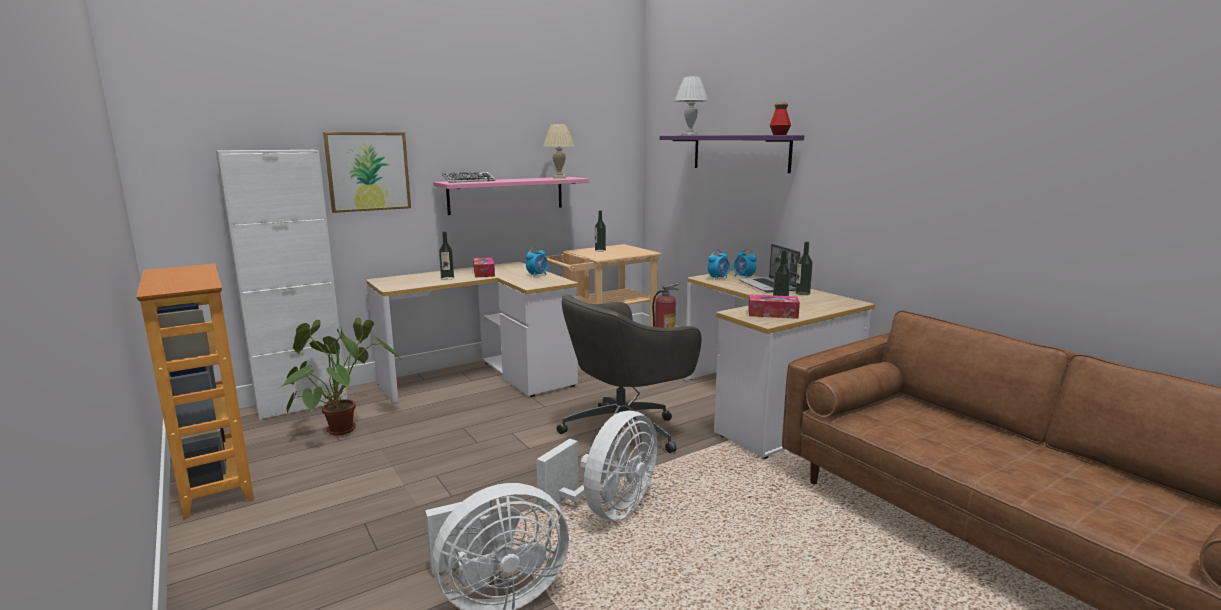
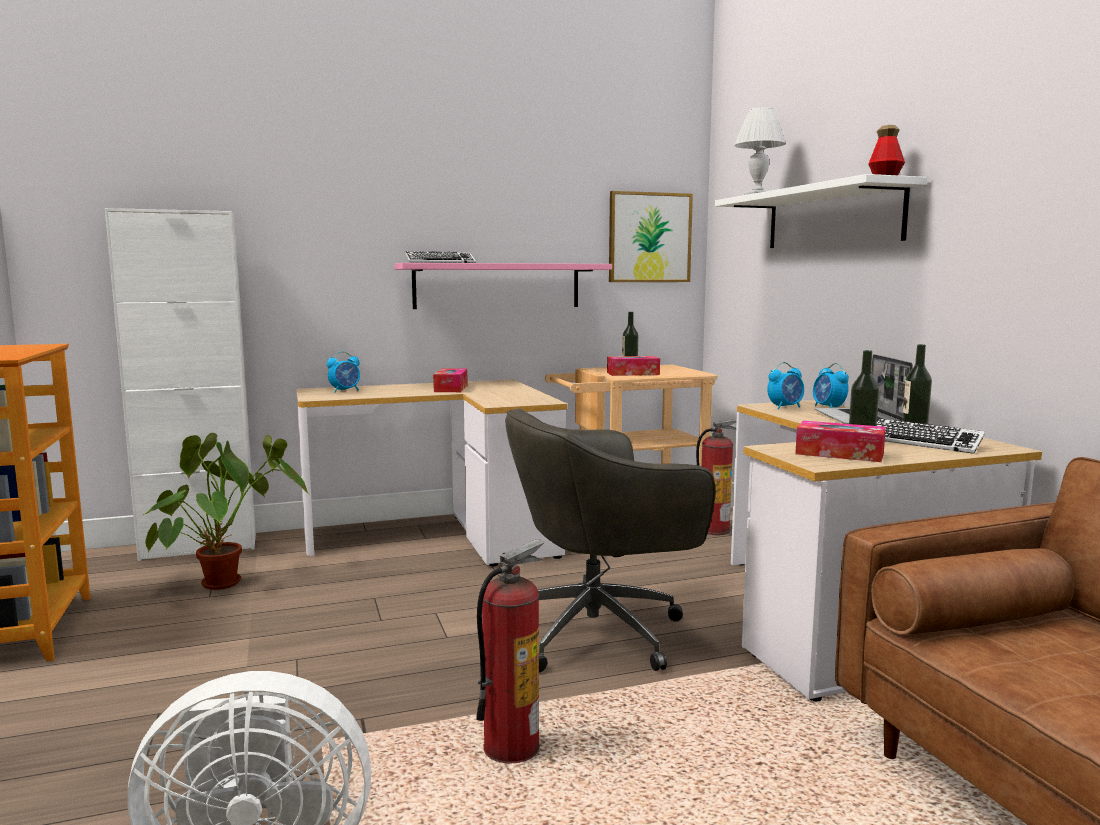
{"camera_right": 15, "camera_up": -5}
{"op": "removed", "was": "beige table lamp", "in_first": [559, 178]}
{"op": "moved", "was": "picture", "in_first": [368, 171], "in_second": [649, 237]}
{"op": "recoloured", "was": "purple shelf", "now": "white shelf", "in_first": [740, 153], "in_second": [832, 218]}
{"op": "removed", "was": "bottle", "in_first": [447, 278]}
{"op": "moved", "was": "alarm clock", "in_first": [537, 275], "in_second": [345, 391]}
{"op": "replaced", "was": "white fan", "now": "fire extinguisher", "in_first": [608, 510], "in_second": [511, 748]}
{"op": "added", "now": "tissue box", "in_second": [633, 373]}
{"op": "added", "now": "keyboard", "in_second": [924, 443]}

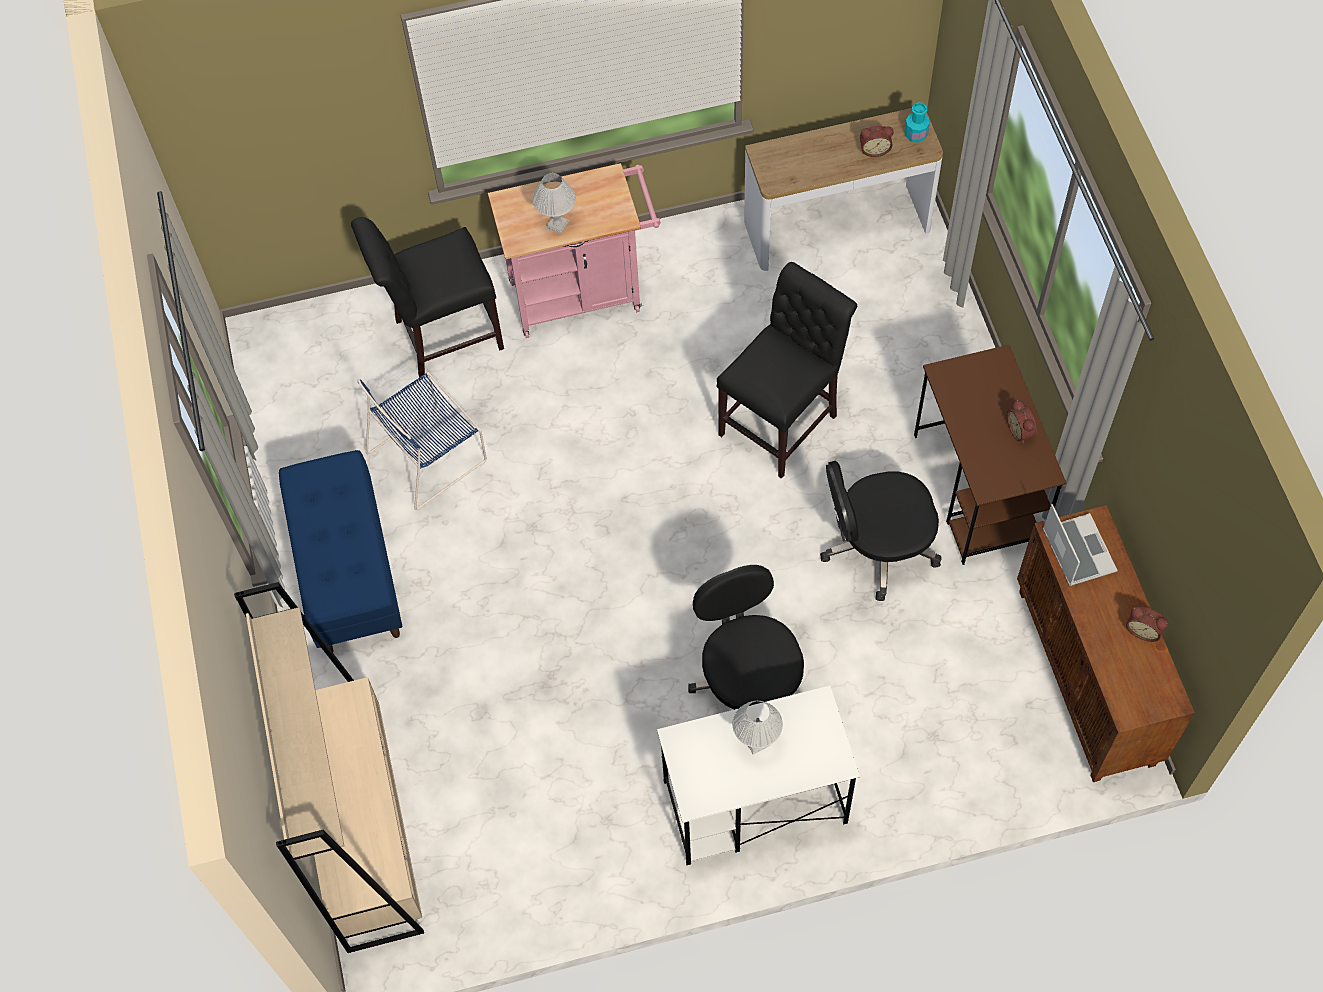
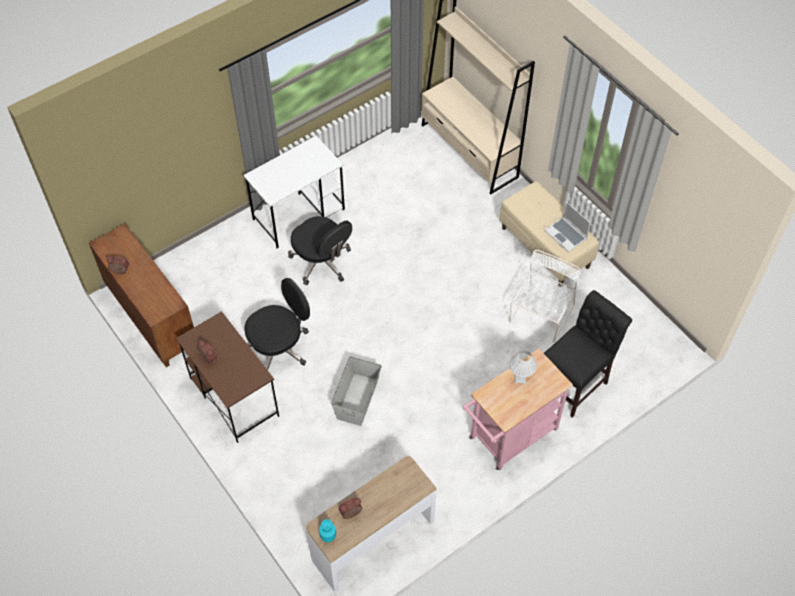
{"camera_right": 155, "camera_up": -5}
{"op": "replaced", "was": "black chair", "now": "grey storage box", "in_first": [783, 421], "in_second": [357, 399]}
{"op": "recoloured", "was": "blue chair", "now": "white chair", "in_first": [430, 455], "in_second": [540, 315]}
{"op": "recoloured", "was": "blue bench", "now": "beige bench", "in_first": [347, 571], "in_second": [545, 247]}
{"op": "moved", "was": "laptop", "in_first": [1077, 550], "in_second": [566, 235]}
{"op": "removed", "was": "white table lamp", "in_first": [756, 741]}

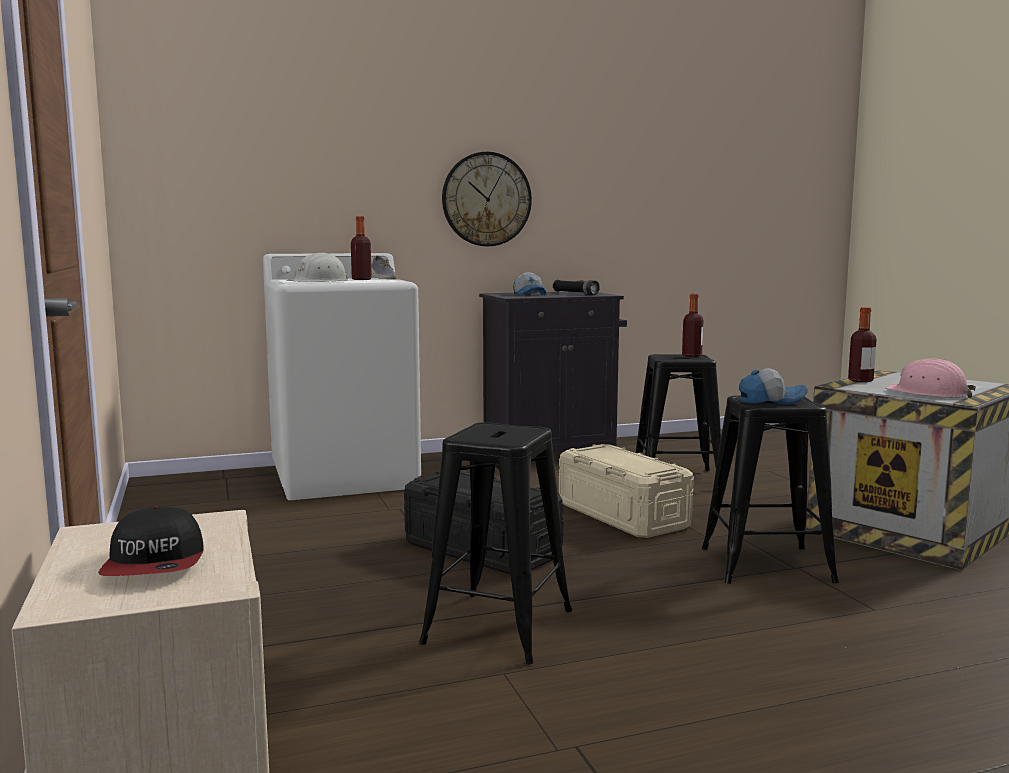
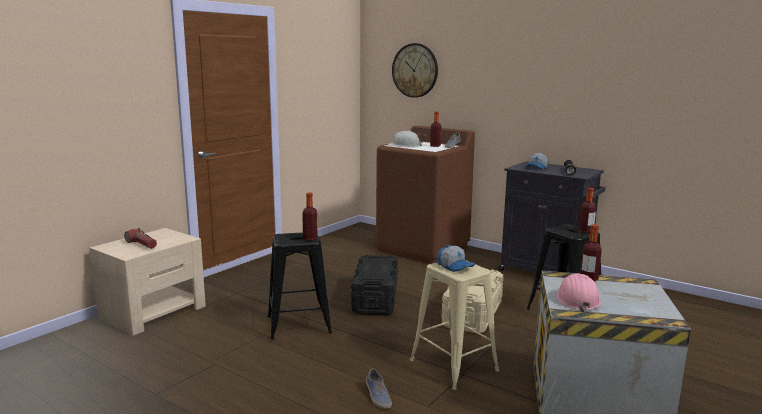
{"camera_right": 55, "camera_up": 5}
{"op": "moved", "was": "wall clock", "in_first": [486, 199], "in_second": [415, 70]}
{"op": "recoloured", "was": "white washing machine", "now": "brown washing machine", "in_first": [345, 477], "in_second": [423, 248]}
{"op": "recoloured", "was": "black stool", "now": "beige stool", "in_first": [765, 565], "in_second": [453, 365]}
{"op": "replaced", "was": "cap", "now": "flashlight", "in_first": [155, 563], "in_second": [141, 244]}
{"op": "added", "now": "bottle", "in_second": [310, 238]}
{"op": "added", "now": "shoe", "in_second": [377, 396]}

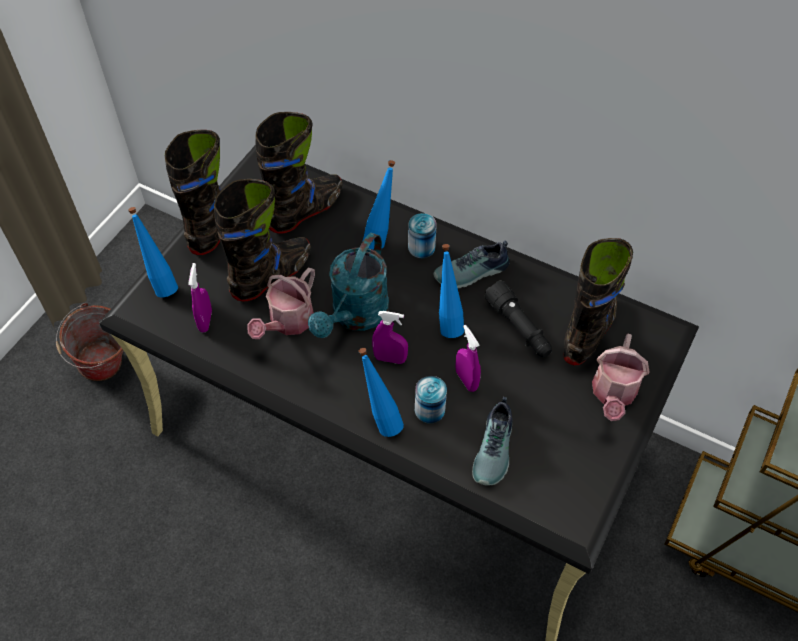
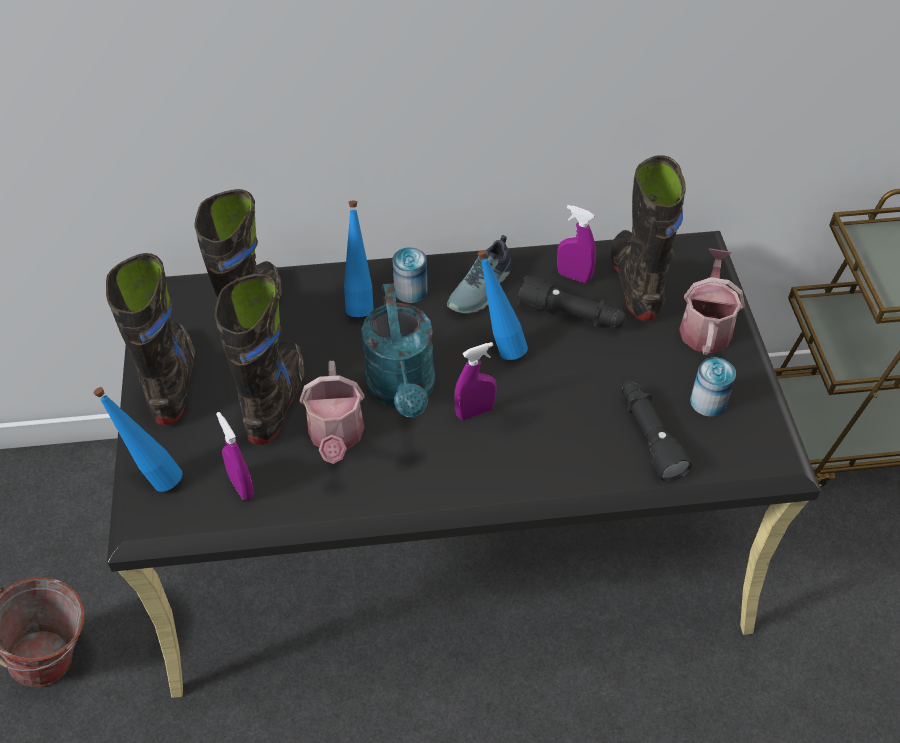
{"camera_right": -35, "camera_up": -5}
{"op": "moved", "was": "purple spray bottle", "in_first": [466, 380], "in_second": [573, 276]}
{"op": "turned", "was": "watering can", "in_first": [613, 394], "in_second": [706, 326], "clockwise": -150}
{"op": "removed", "was": "blue bottle", "in_first": [380, 419]}
{"op": "moved", "was": "can", "in_first": [429, 410], "in_second": [708, 402]}
{"op": "replaced", "was": "shoe", "now": "black flashlight", "in_first": [495, 449], "in_second": [649, 436]}

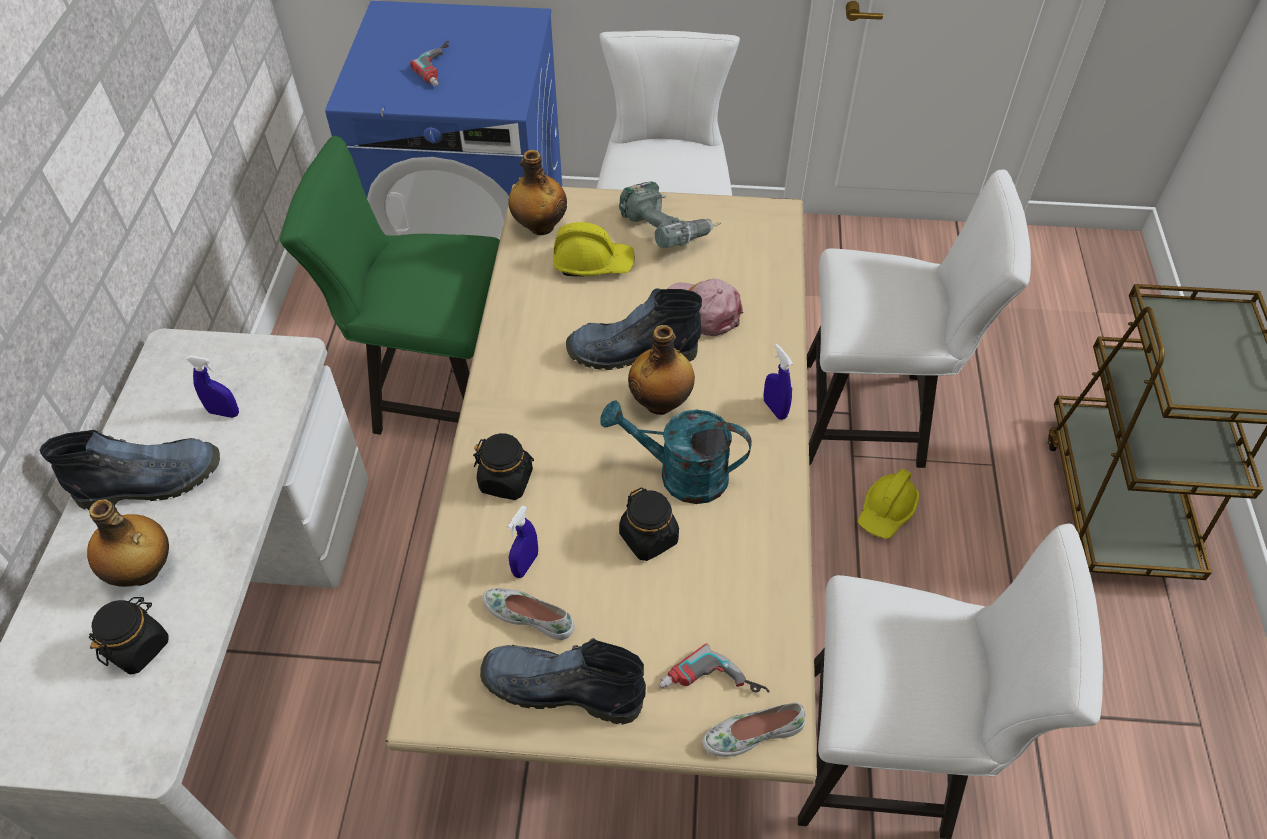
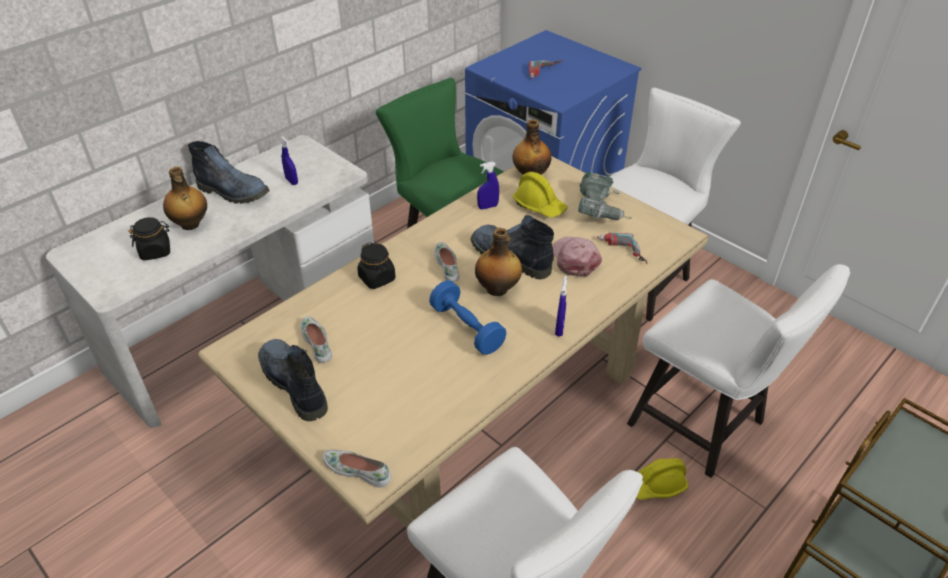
{"camera_right": 40, "camera_up": -10}
{"op": "replaced", "was": "turquoise watering can", "now": "blue dumbbell", "in_first": [680, 475], "in_second": [467, 328]}
{"op": "removed", "was": "black jar", "in_first": [649, 538]}
{"op": "moved", "was": "blue spray bottle", "in_first": [525, 564], "in_second": [488, 207]}
{"op": "moved", "was": "power drill", "in_first": [711, 690], "in_second": [620, 252]}
{"op": "added", "now": "white shoe", "in_second": [447, 265]}

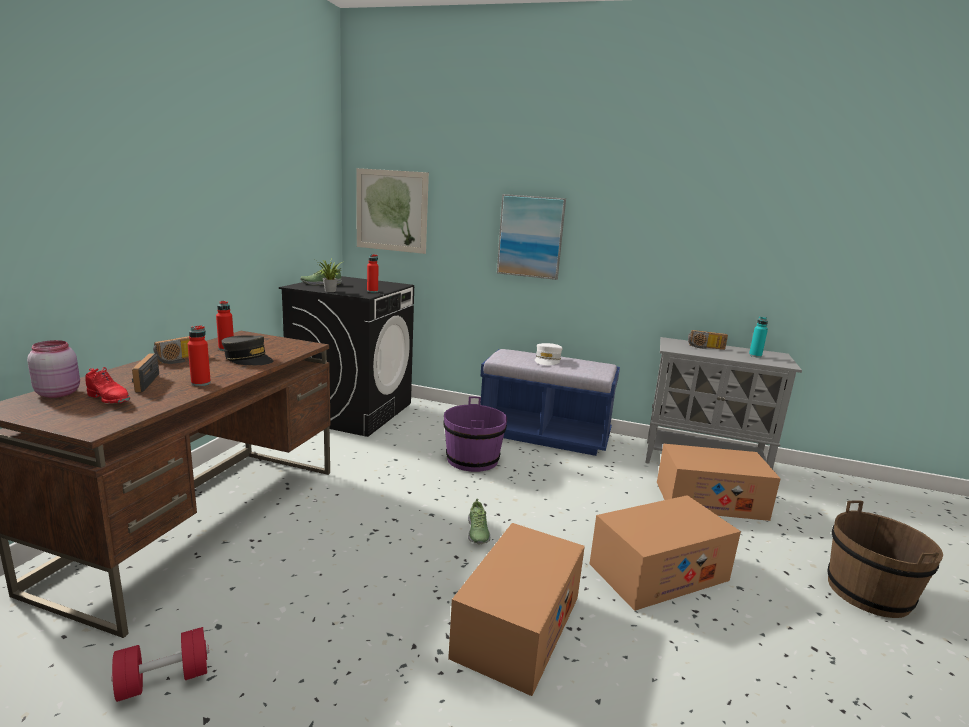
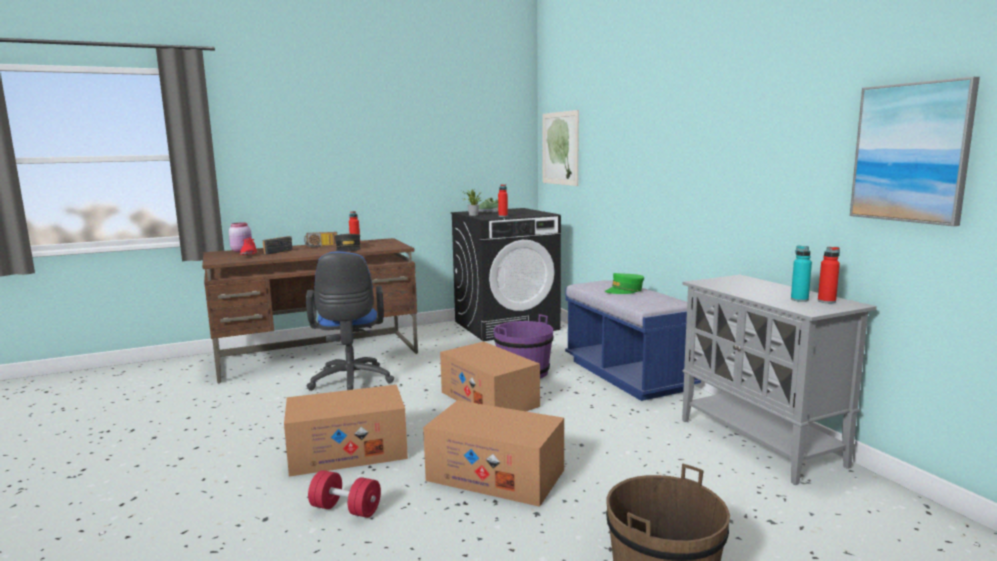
{"camera_right": 50, "camera_up": -5}
{"op": "moved", "was": "picture", "in_first": [530, 236], "in_second": [911, 153]}
{"op": "moved", "was": "red bottle", "in_first": [201, 383], "in_second": [826, 301]}
{"op": "removed", "was": "radio", "in_first": [705, 347]}
{"op": "recoloured", "was": "white cap", "now": "green cap", "in_first": [547, 360], "in_second": [624, 291]}
{"op": "moved", "was": "cardboard box", "in_first": [710, 500], "in_second": [489, 399]}
{"op": "removed", "was": "shoe", "in_first": [477, 532]}
{"op": "moved", "was": "red dumbbell", "in_first": [164, 680], "in_second": [346, 509]}
{"op": "added", "now": "blue office chair", "in_second": [351, 383]}

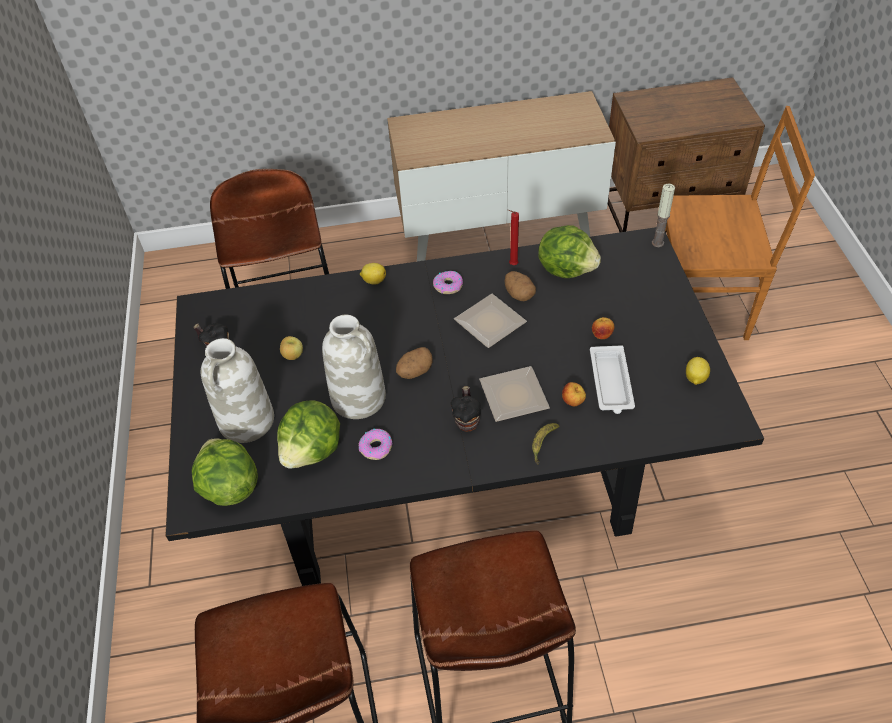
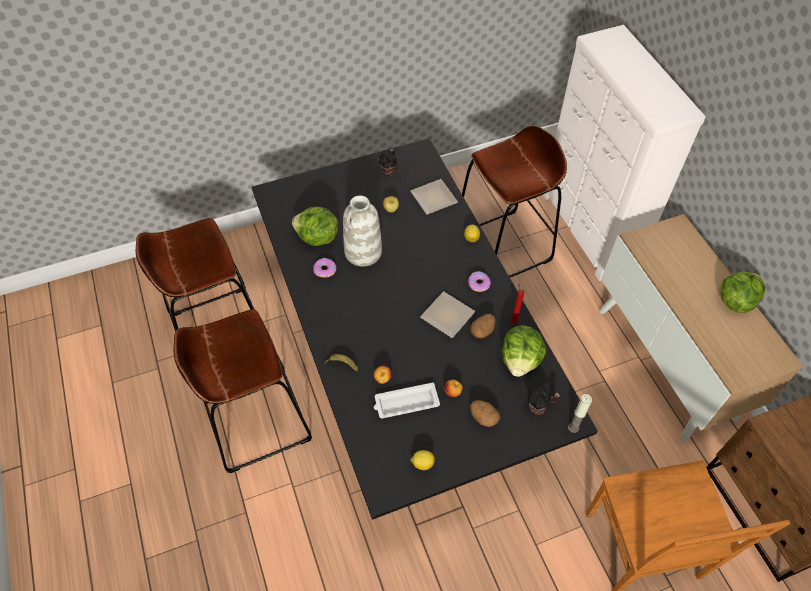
{"camera_right": 75, "camera_up": 5}
{"op": "removed", "was": "white vase", "in_first": [247, 421]}
{"op": "moved", "was": "potato", "in_first": [414, 371], "in_second": [483, 417]}
{"op": "moved", "was": "plate", "in_first": [515, 394], "in_second": [435, 199]}
{"op": "moved", "was": "mug", "in_first": [467, 419], "in_second": [540, 407]}
{"op": "moved", "was": "lettuce", "in_first": [230, 486], "in_second": [735, 301]}
{"op": "added", "now": "white dresser", "in_second": [587, 230]}

